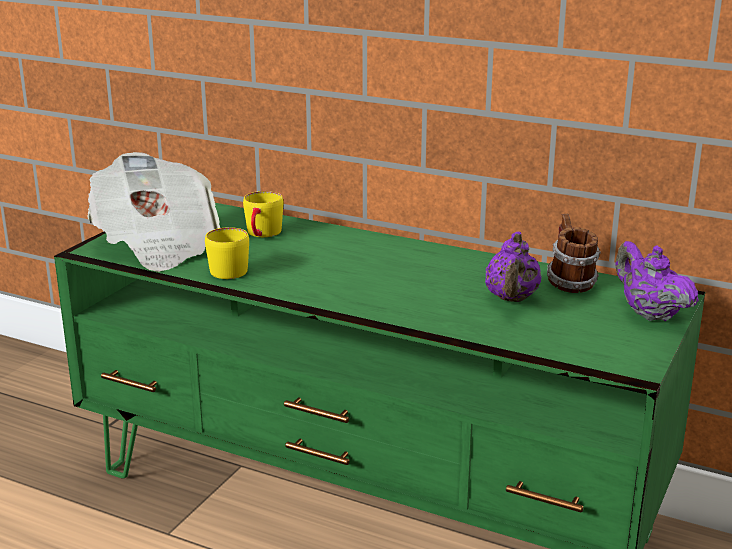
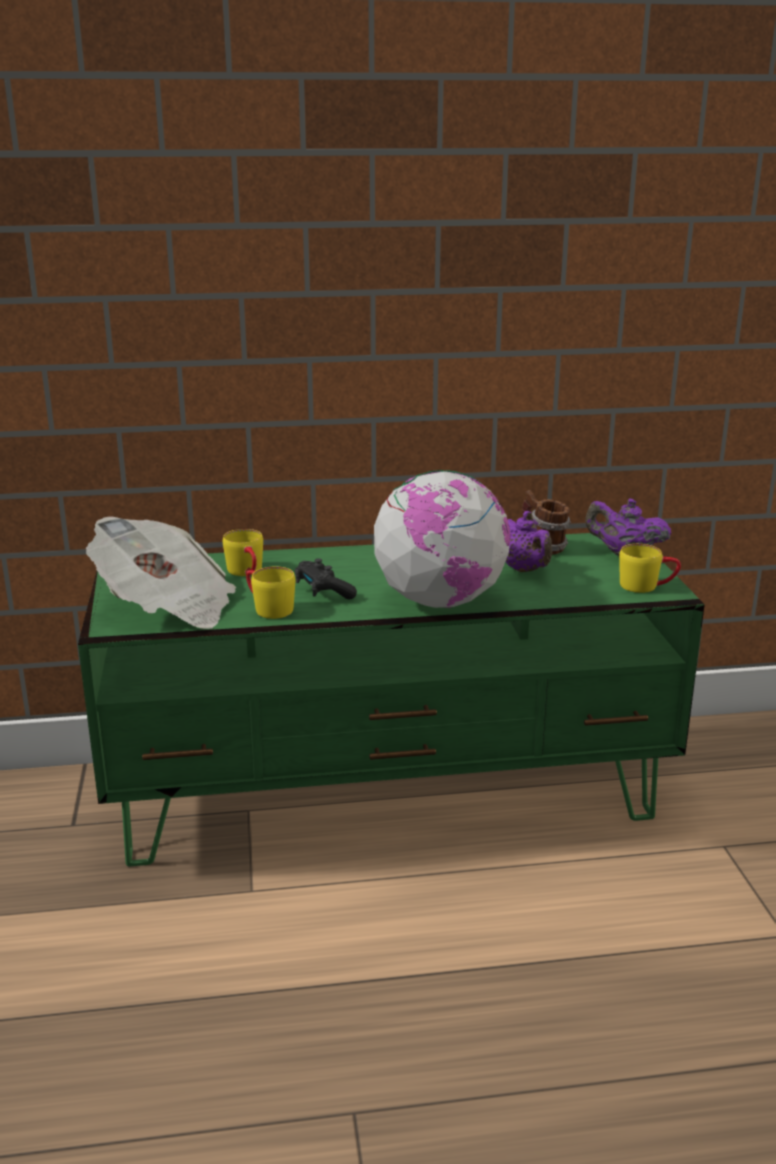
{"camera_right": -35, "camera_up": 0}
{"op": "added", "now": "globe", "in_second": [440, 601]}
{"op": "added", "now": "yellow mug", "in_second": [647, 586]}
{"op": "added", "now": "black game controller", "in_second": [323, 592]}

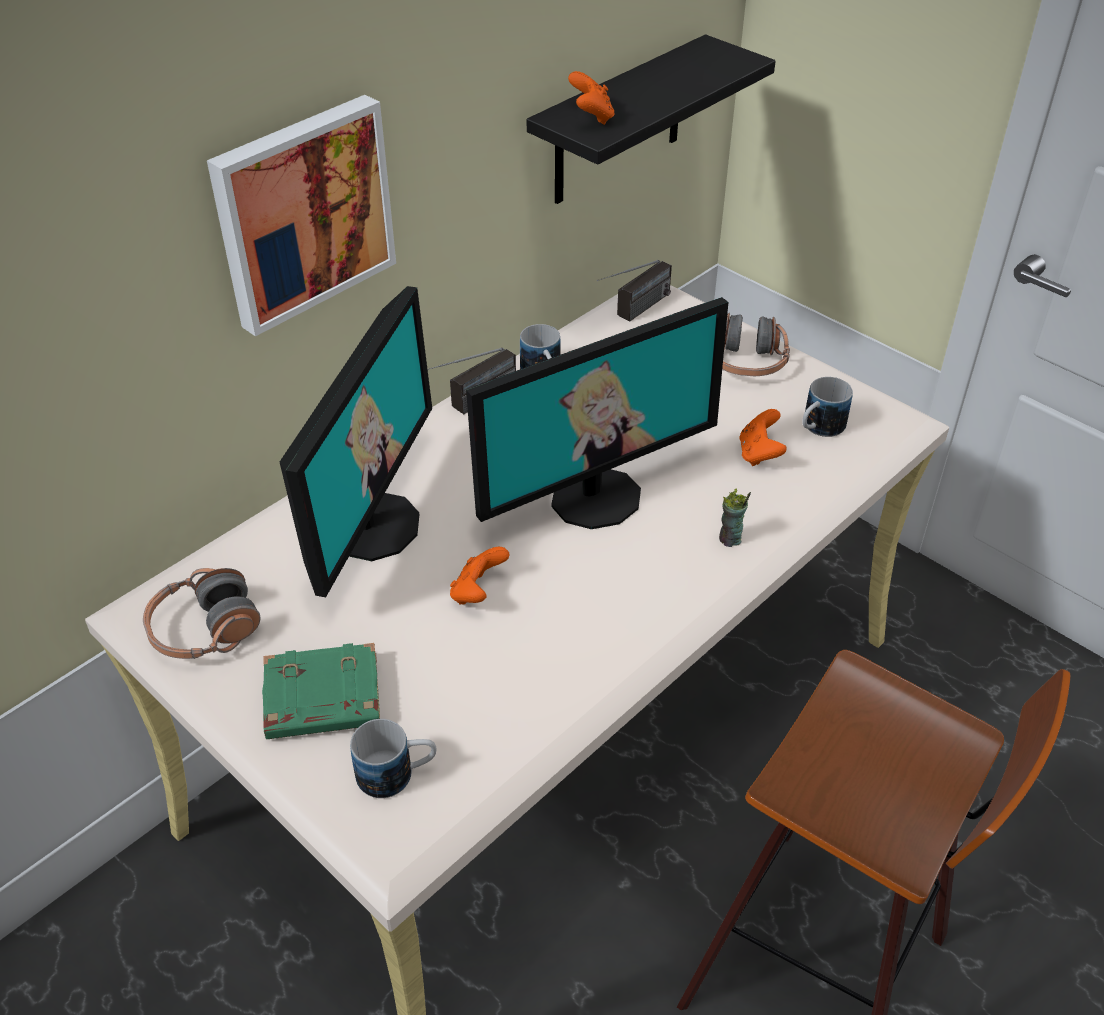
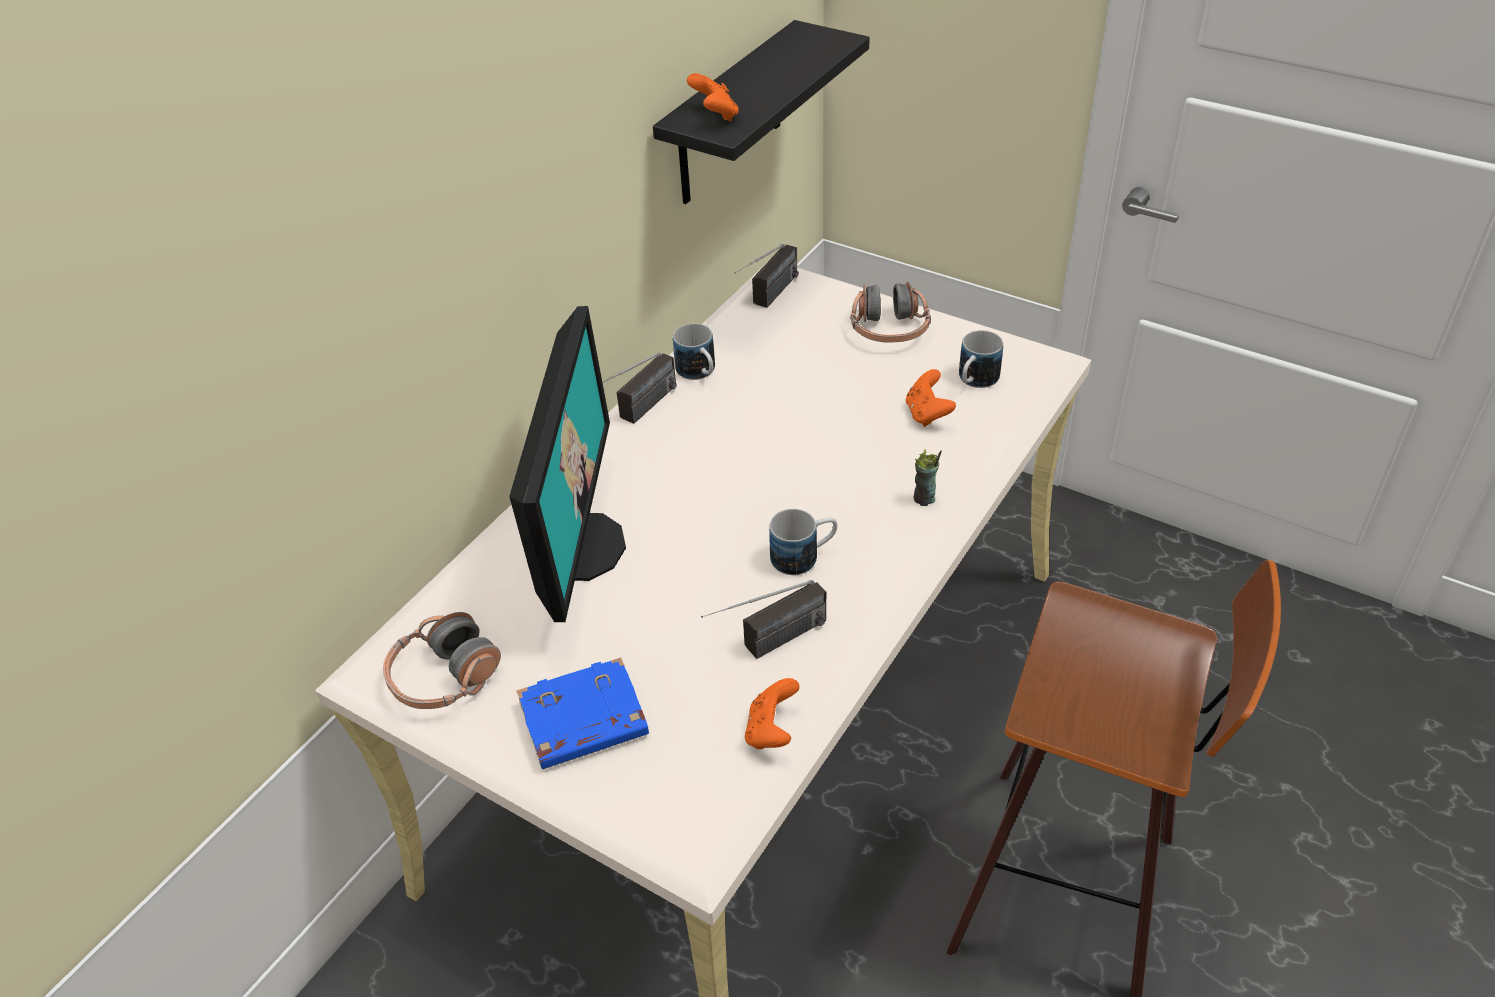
{"camera_right": -10, "camera_up": 0}
{"op": "removed", "was": "picture", "in_first": [302, 212]}
{"op": "removed", "was": "monitor", "in_first": [595, 497]}
{"op": "moved", "was": "orange game controller", "in_first": [478, 592], "in_second": [771, 731]}
{"op": "recoloured", "was": "green book", "now": "blue book", "in_first": [321, 700], "in_second": [583, 722]}
{"op": "moved", "was": "mug", "in_first": [397, 774], "in_second": [804, 556]}
{"op": "added", "now": "radio", "in_second": [768, 645]}

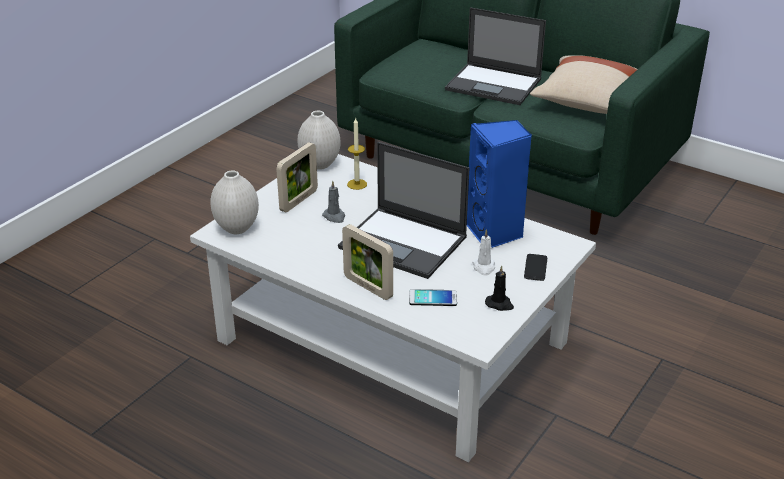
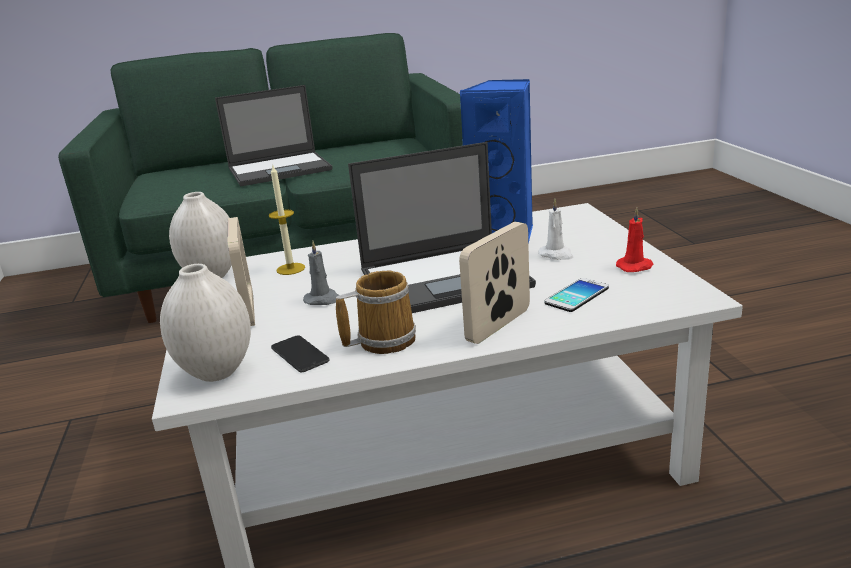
{"camera_right": -45, "camera_up": -10}
{"op": "removed", "was": "beige pillow", "in_first": [589, 103]}
{"op": "turned", "was": "picture frame", "in_first": [368, 287], "in_second": [498, 325], "clockwise": 135}
{"op": "moved", "was": "phone", "in_first": [535, 268], "in_second": [300, 355]}
{"op": "recoloured", "was": "black candle", "now": "red candle", "in_first": [499, 304], "in_second": [635, 266]}
{"op": "added", "now": "mug", "in_second": [382, 340]}

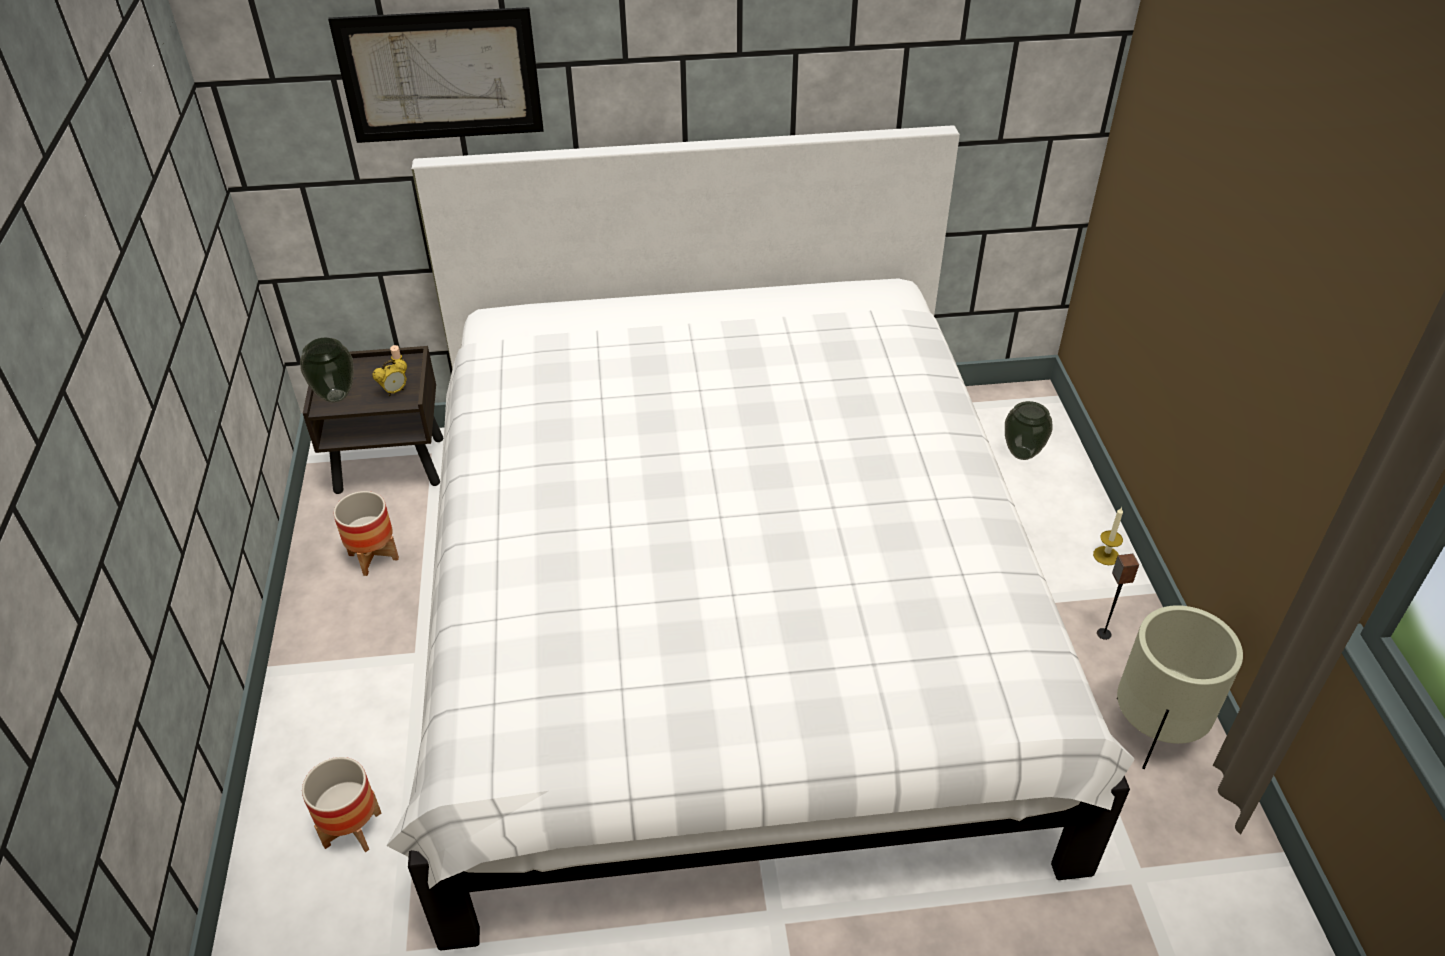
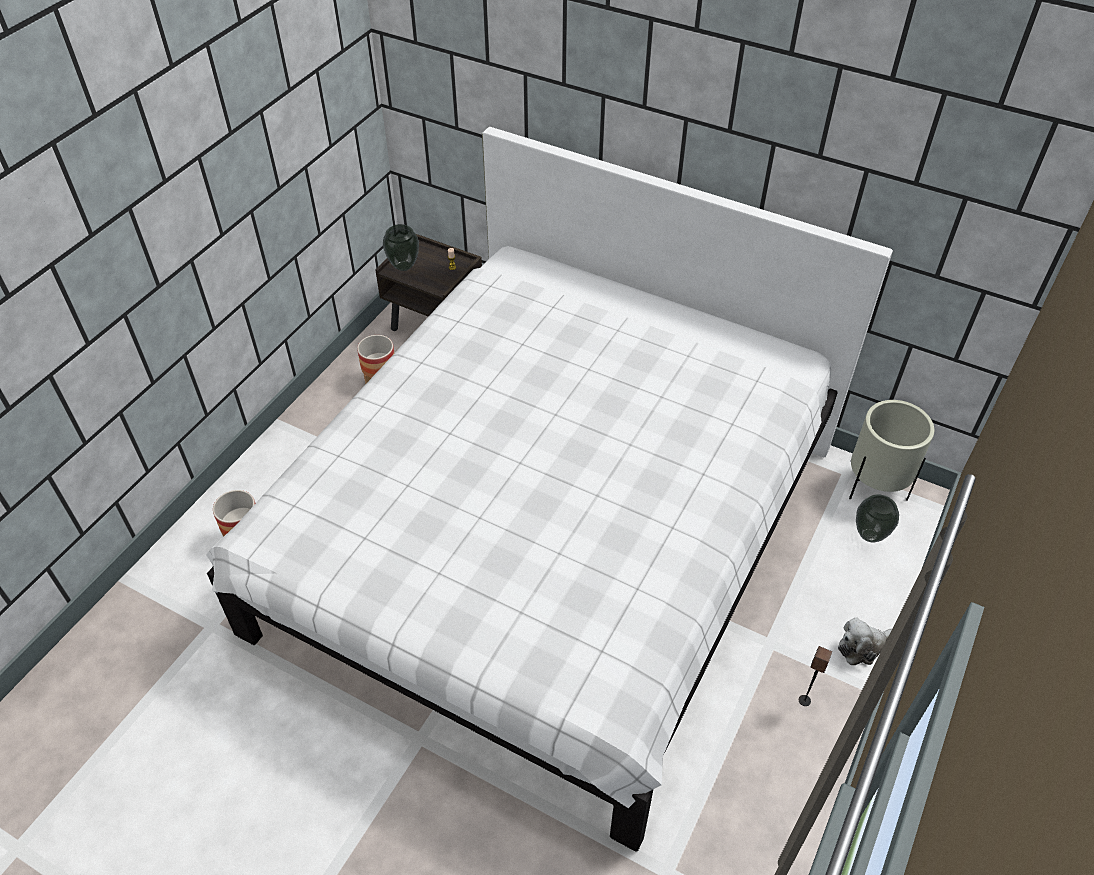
{"camera_right": 35, "camera_up": 5}
{"op": "removed", "was": "picture", "in_first": [440, 76]}
{"op": "removed", "was": "alarm clock", "in_first": [395, 391]}
{"op": "replaced", "was": "candle", "now": "plush toy", "in_first": [1106, 555], "in_second": [862, 646]}
{"op": "moved", "was": "beige planter", "in_first": [1153, 730], "in_second": [875, 486]}

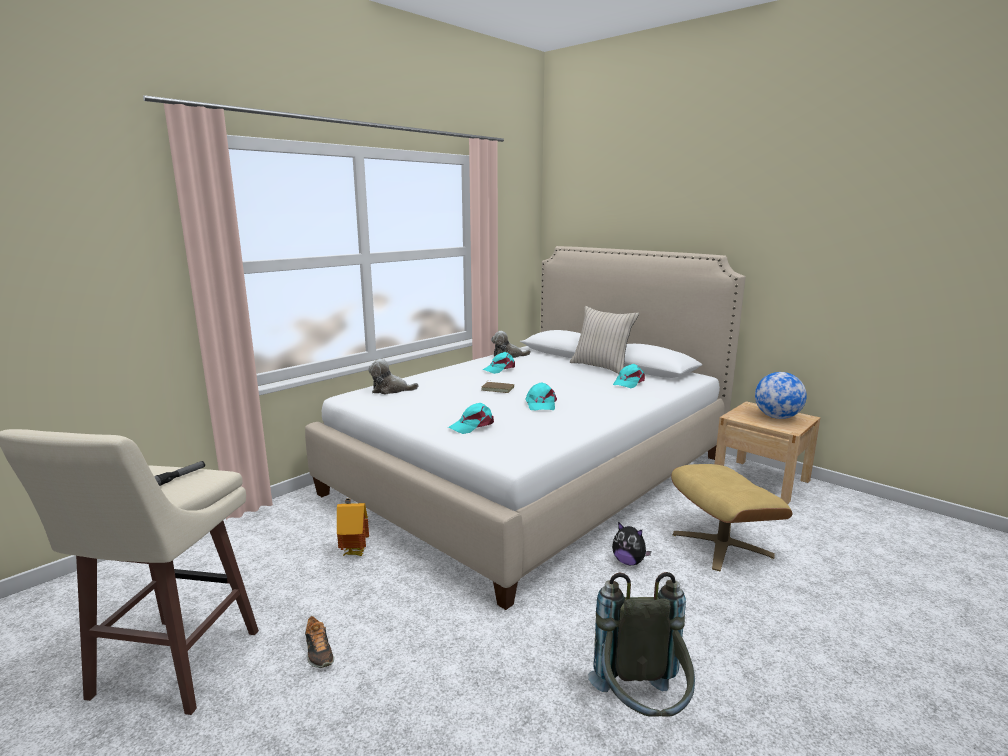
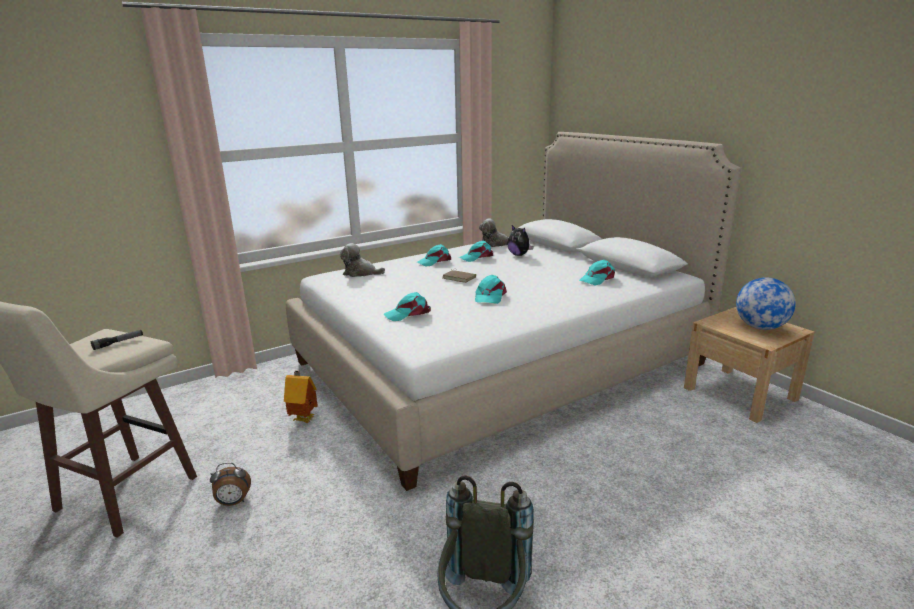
{"camera_right": 15, "camera_up": 5}
{"op": "removed", "was": "beige pillow", "in_first": [601, 367]}
{"op": "removed", "was": "beige ottoman", "in_first": [721, 544]}
{"op": "moved", "was": "plush toy", "in_first": [629, 562], "in_second": [519, 255]}
{"op": "replaced", "was": "shoe", "now": "alarm clock", "in_first": [318, 652], "in_second": [233, 502]}
{"op": "added", "now": "turquoise cap", "in_second": [435, 261]}

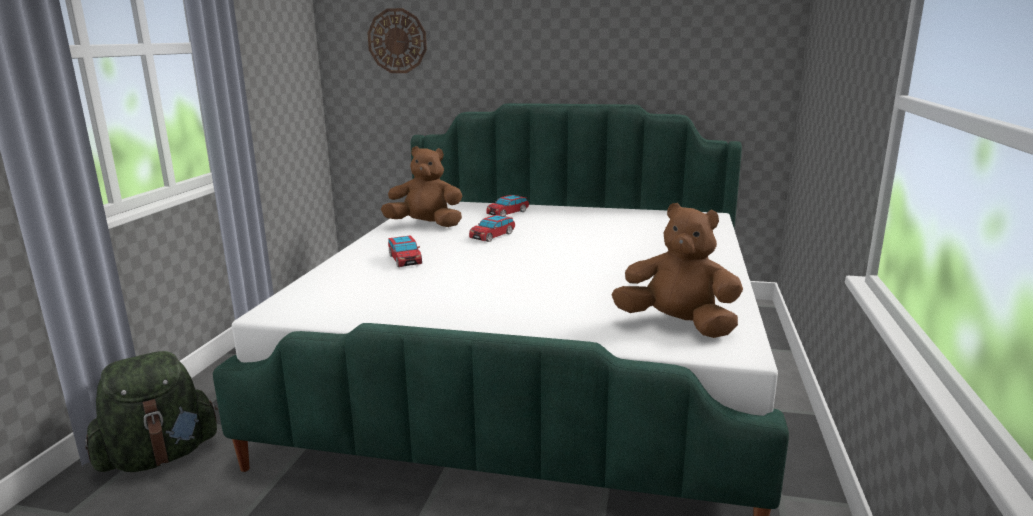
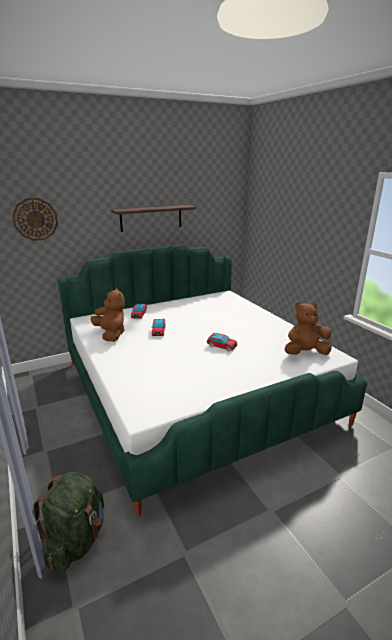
{"camera_right": -40, "camera_up": 5}
{"op": "turned", "was": "brown plush toy", "in_first": [426, 225], "in_second": [111, 334], "clockwise": 90}
{"op": "moved", "was": "toy car", "in_first": [405, 260], "in_second": [221, 346]}
{"op": "added", "now": "shelf", "in_second": [151, 218]}

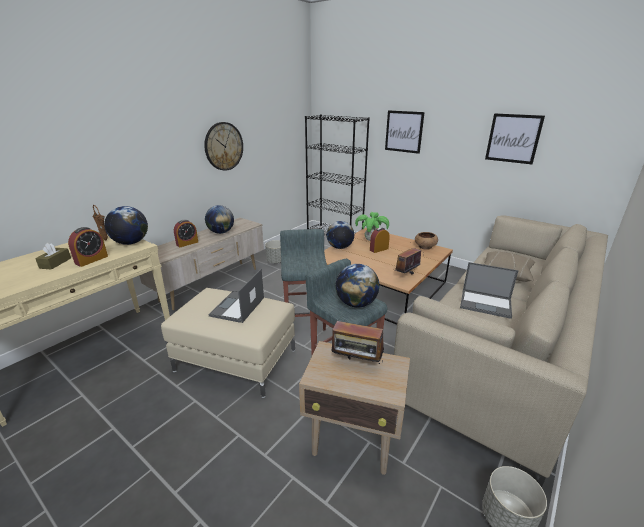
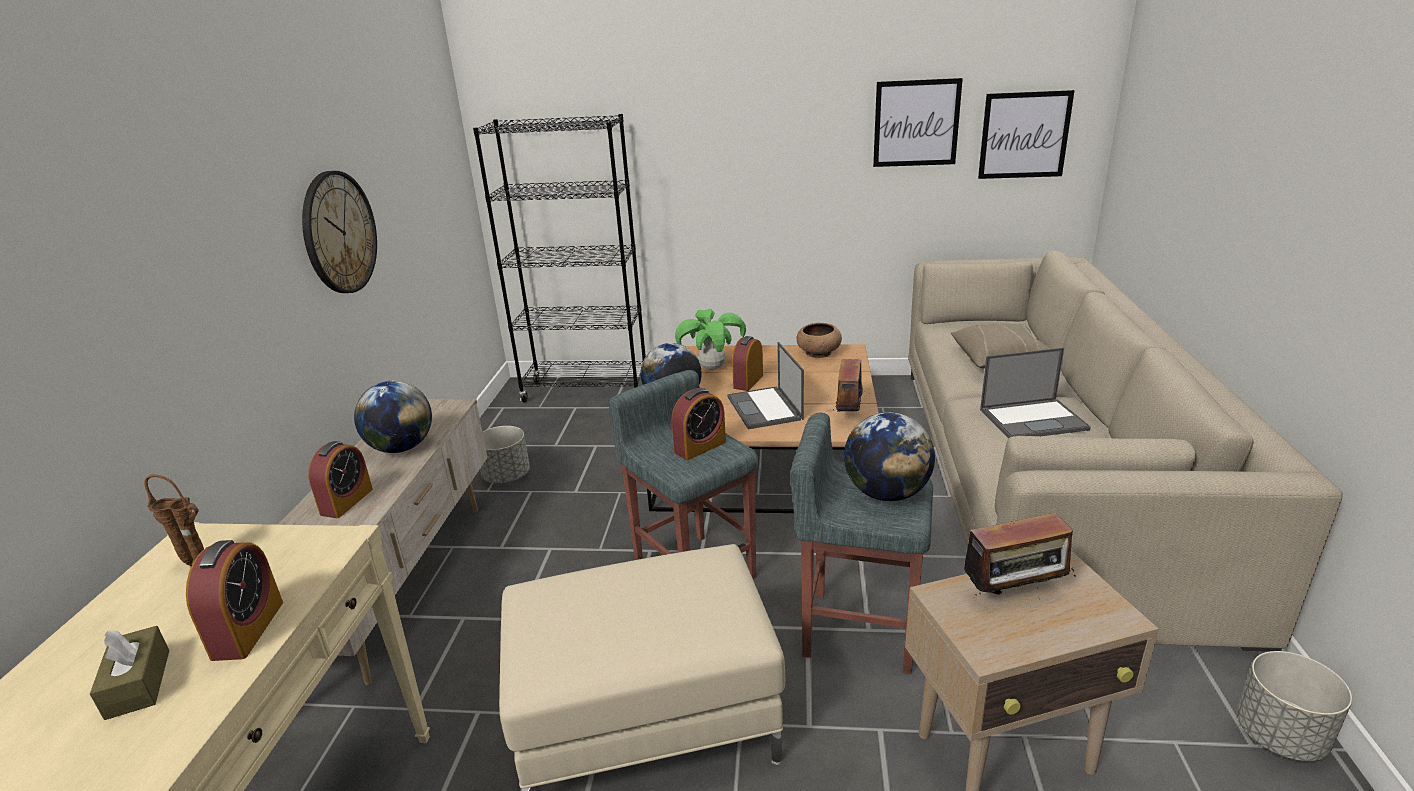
{"camera_right": -30, "camera_up": 0}
{"op": "moved", "was": "picture", "in_first": [404, 131], "in_second": [1024, 135]}
{"op": "removed", "was": "globe", "in_first": [131, 243]}
{"op": "moved", "was": "laptop", "in_first": [237, 307], "in_second": [765, 408]}
{"op": "added", "now": "alarm clock", "in_second": [700, 447]}

